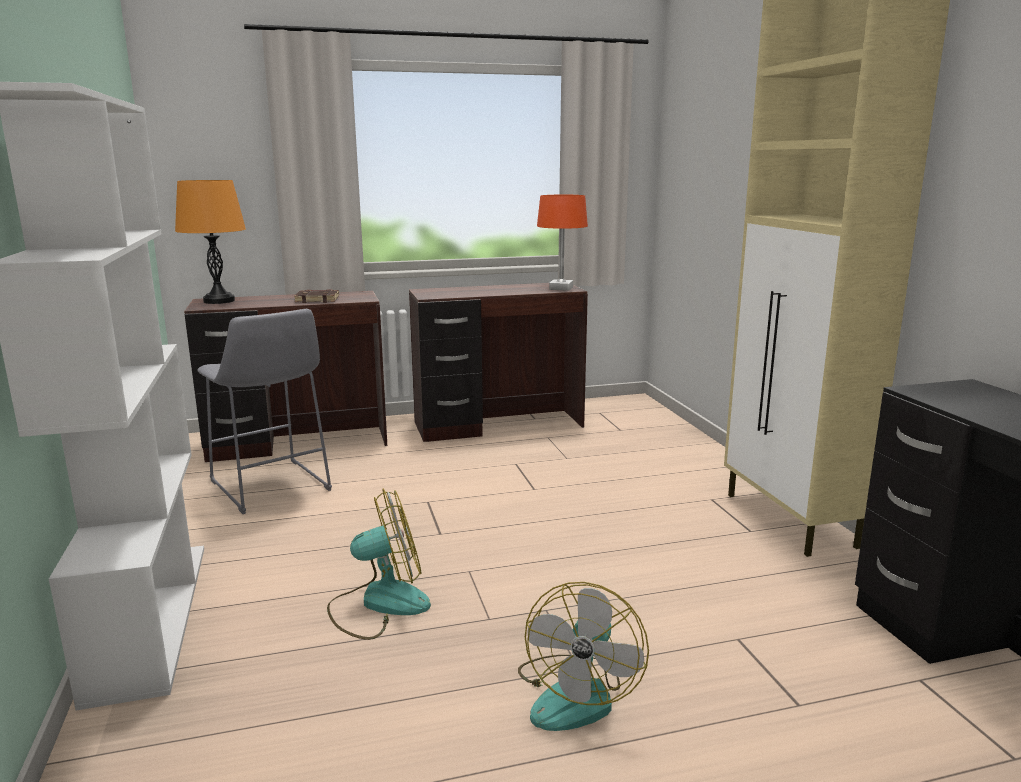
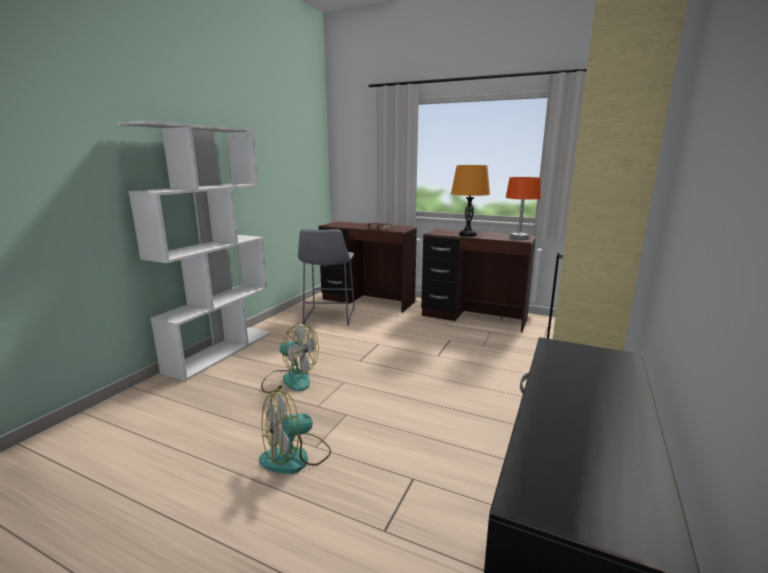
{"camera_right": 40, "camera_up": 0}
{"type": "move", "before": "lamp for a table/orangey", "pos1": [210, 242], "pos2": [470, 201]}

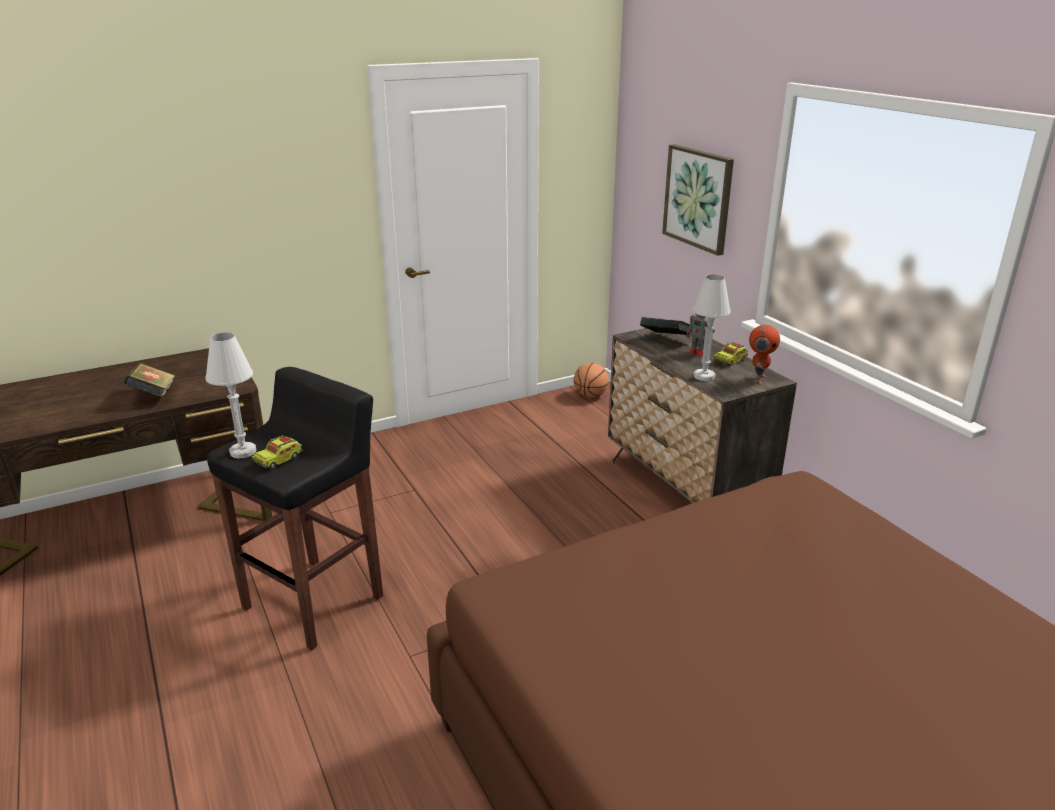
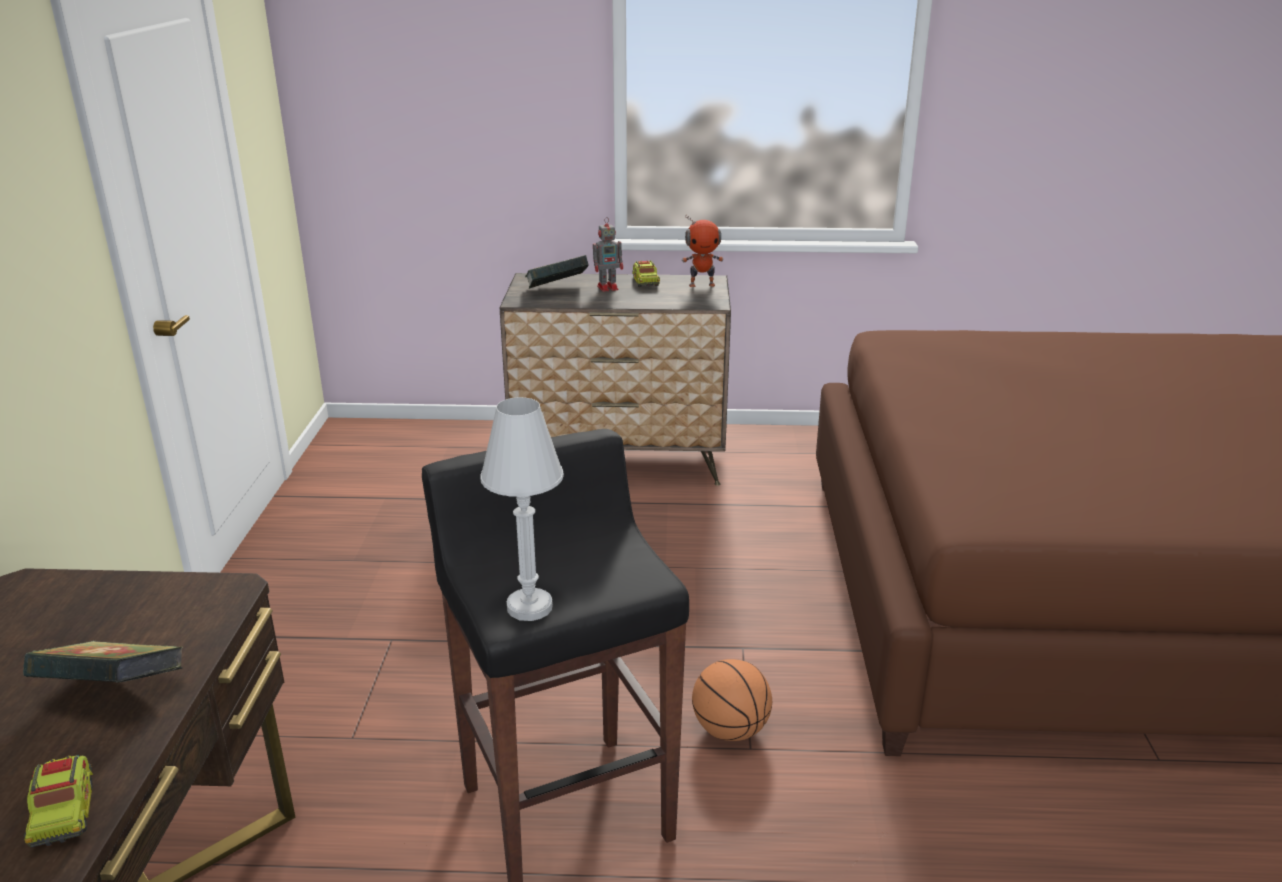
{"camera_right": -60, "camera_up": 0}
{"type": "move", "before": "toy lorry", "pos1": [277, 452], "pos2": [58, 801]}
{"type": "rotate", "before": "toy robot", "pos1": [764, 355], "pos2": [702, 250], "turn": 120}
{"type": "move", "before": "ball for basketball", "pos1": [591, 380], "pos2": [732, 700]}
{"type": "delete", "before": "picture", "pos1": [698, 200]}
{"type": "delete", "before": "lamp for a table/whitish", "pos1": [711, 327]}

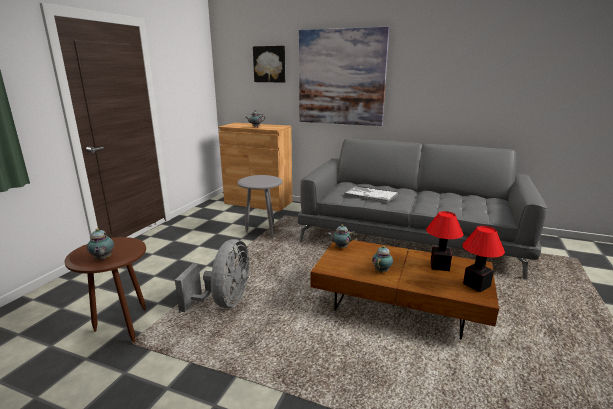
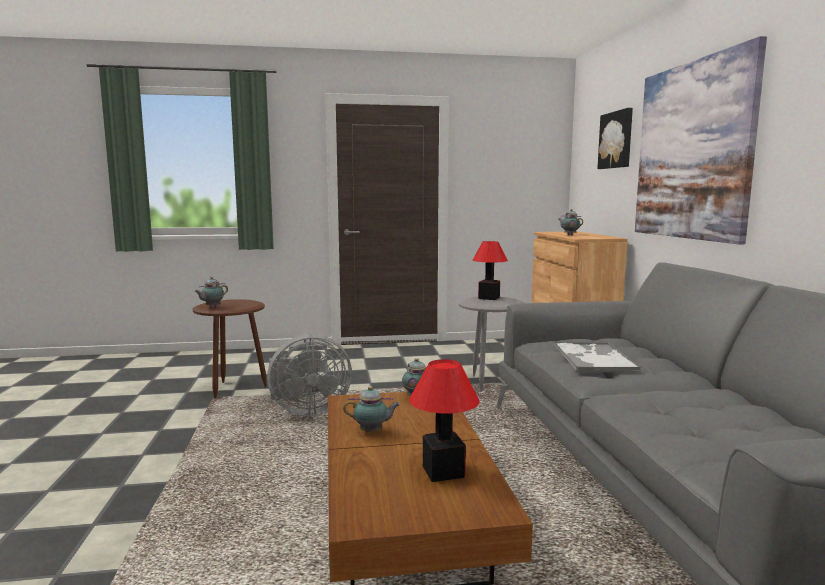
{"camera_right": 60, "camera_up": -10}
{"type": "move", "before": "lamp for a table", "pos1": [483, 259], "pos2": [490, 270]}

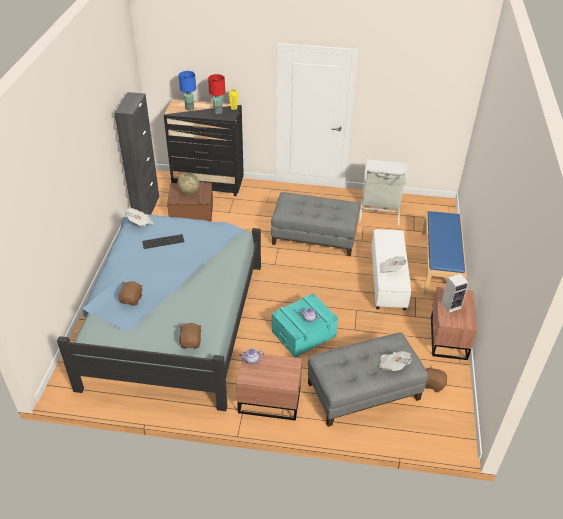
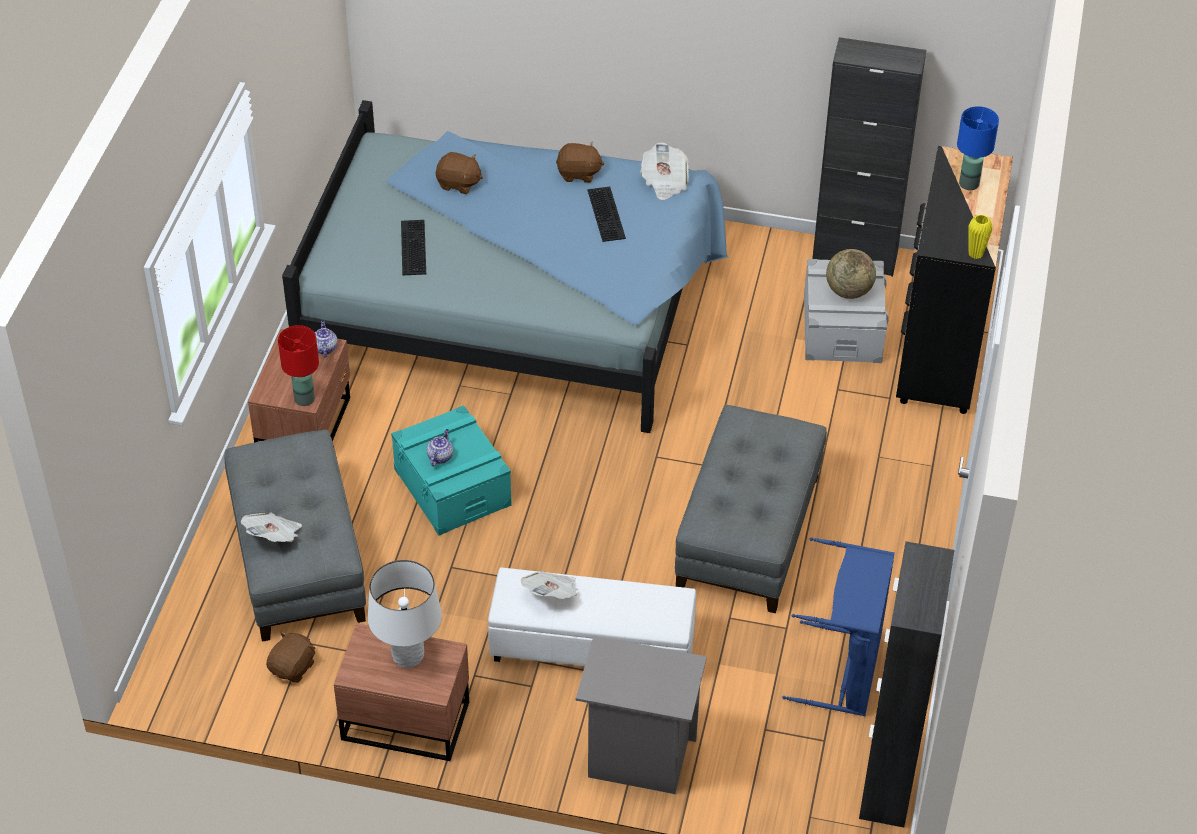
{"camera_right": 95, "camera_up": 5}
{"type": "move", "before": "lamp for a table/red-coloured", "pos1": [216, 94], "pos2": [298, 365]}
{"type": "replace", "before": "speaker", "after": "lamp for a table/whitish", "pos1": [455, 293], "pos2": [405, 614]}
{"type": "insert", "after": "computer keyboard", "pos2": [413, 248]}
{"type": "move", "before": "plush toy/brown-coloured", "pos1": [190, 335], "pos2": [580, 162]}
{"type": "replace", "before": "indoor bench/blue", "after": "bedside table/gray", "pos1": [444, 252], "pos2": [641, 714]}
{"type": "recolor", "before": "hamper/gray", "after": "hamper/blue", "pos1": [383, 192], "pos2": [838, 626]}
{"type": "recolor", "before": "storage bin/brown-coloured", "after": "storage bin/gray", "pos1": [190, 201], "pos2": [846, 311]}
{"type": "insert", "after": "cabinet/black", "pos2": [907, 684]}

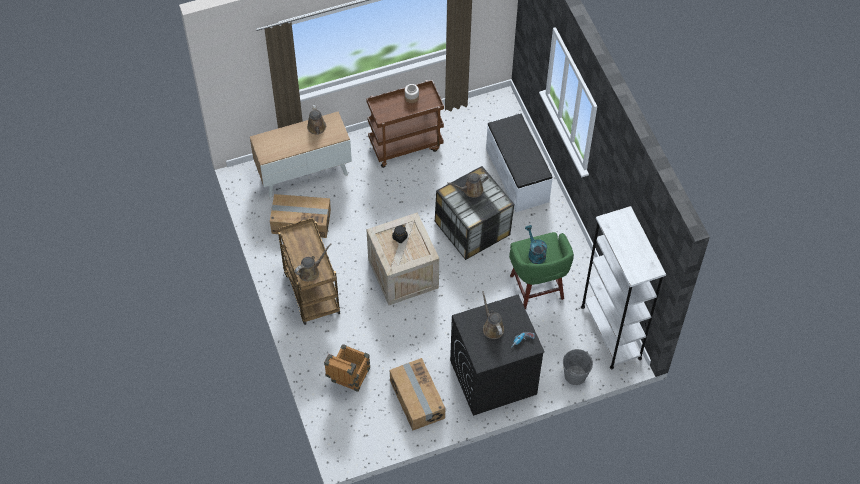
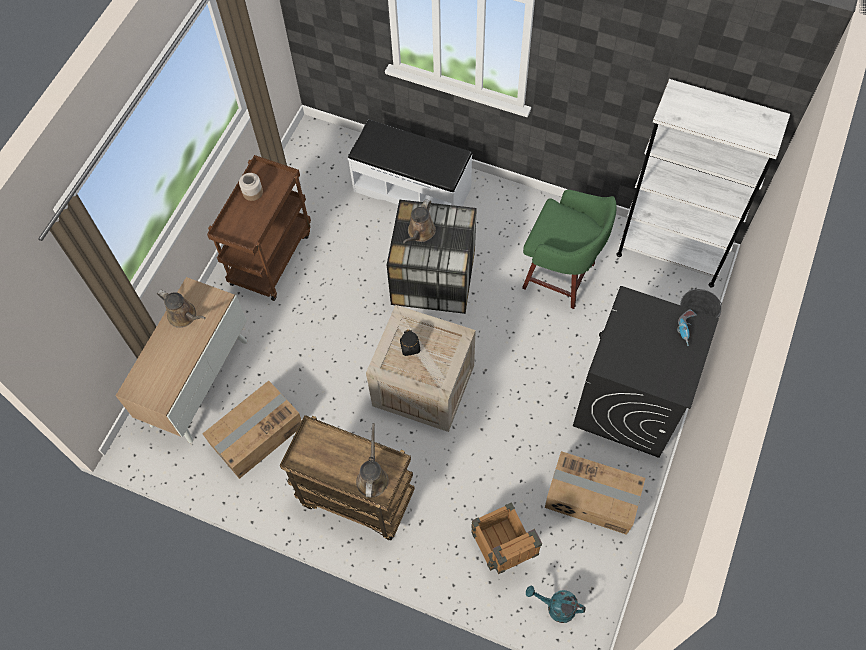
{"camera_right": -45, "camera_up": 5}
{"type": "move", "before": "watering can/blue-green", "pos1": [536, 244], "pos2": [556, 604]}
{"type": "delete", "before": "watering can/brown-coloured", "pos1": [493, 315]}

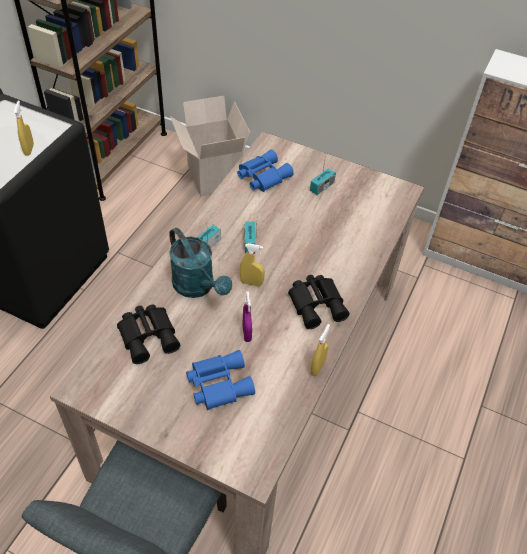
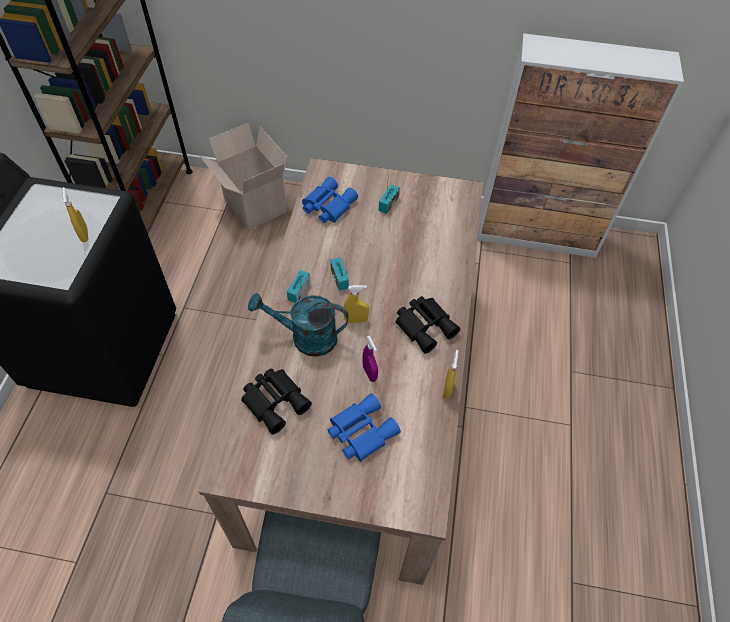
{"camera_right": -15, "camera_up": 5}
{"type": "rotate", "before": "watering can/blue-green", "pos1": [200, 263], "pos2": [298, 325], "turn": 150}

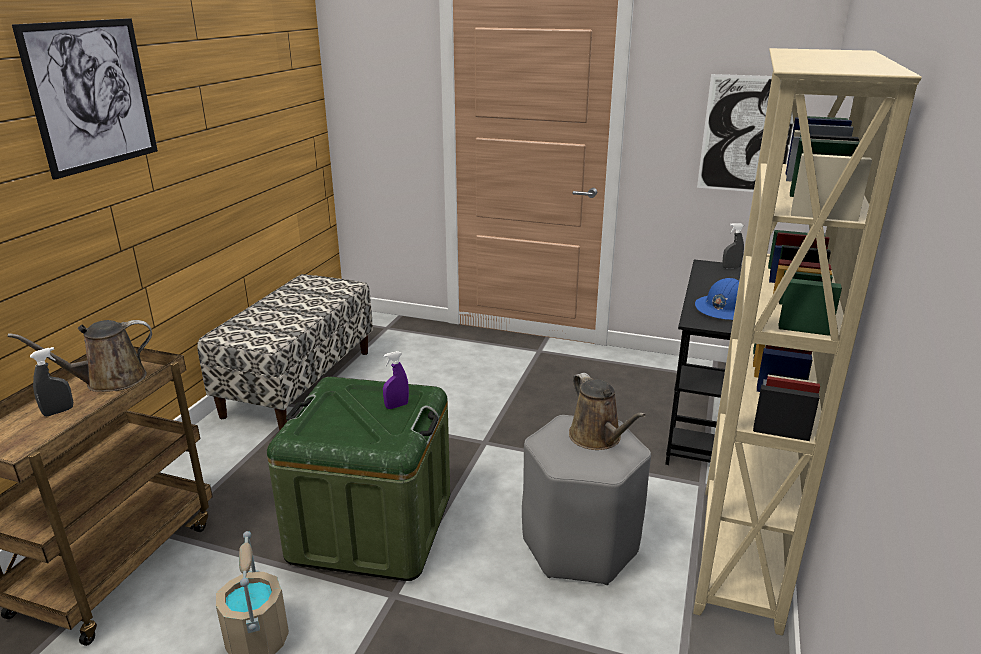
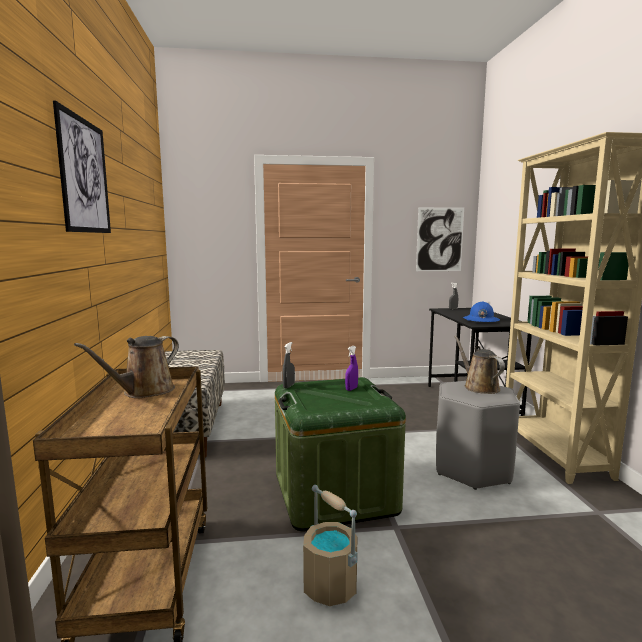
{"camera_right": -25, "camera_up": -15}
{"type": "move", "before": "spray bottle/gray", "pos1": [51, 381], "pos2": [288, 365]}
{"type": "rotate", "before": "watering can/brown-coloured", "pos1": [607, 411], "pos2": [479, 364], "turn": -150}

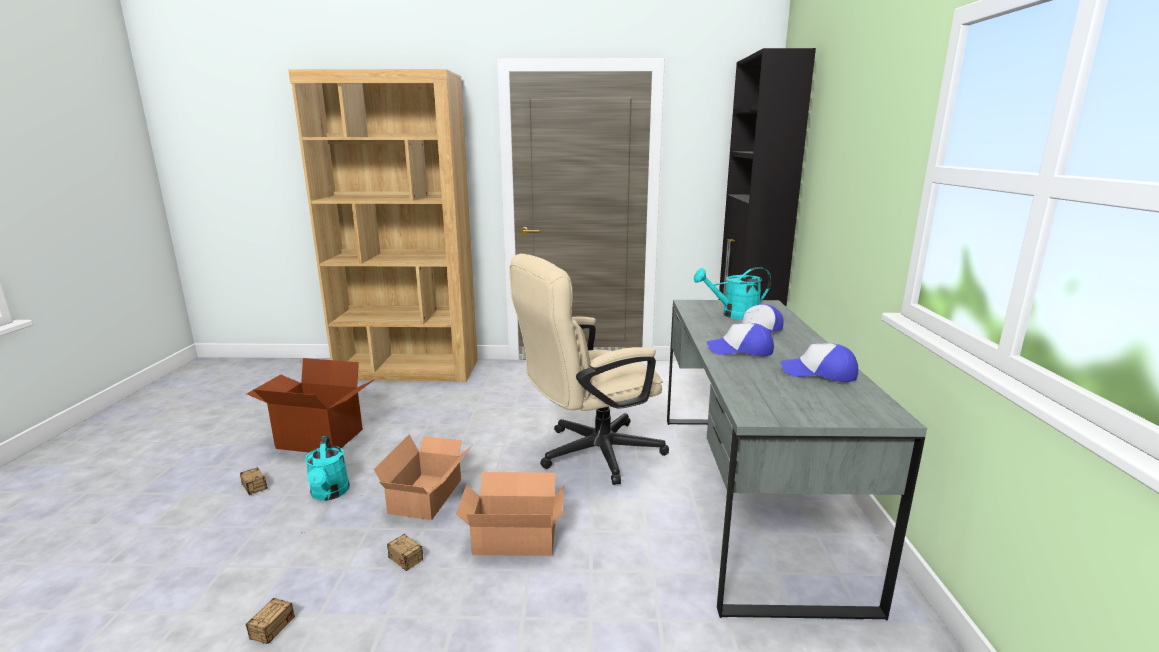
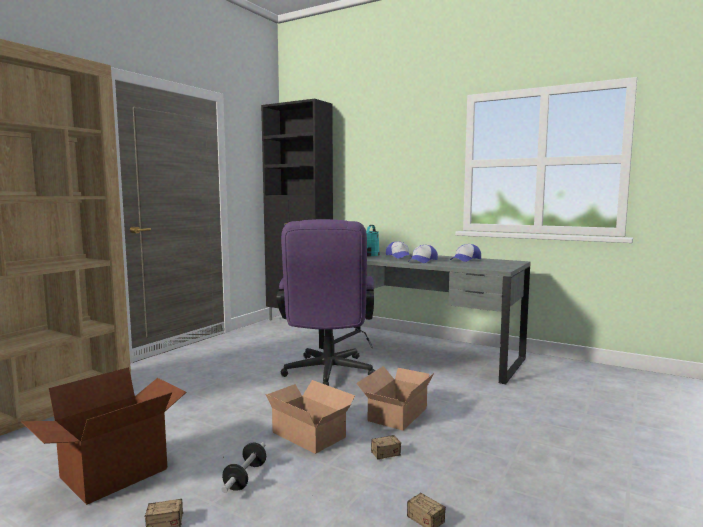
{"camera_right": -60, "camera_up": -10}
{"type": "replace", "before": "watering can/blue-green", "after": "dumbbell", "pos1": [327, 468], "pos2": [243, 467]}
{"type": "recolor", "before": "computer chair/beige-coloured", "after": "computer chair/purple", "pos1": [589, 369], "pos2": [326, 302]}

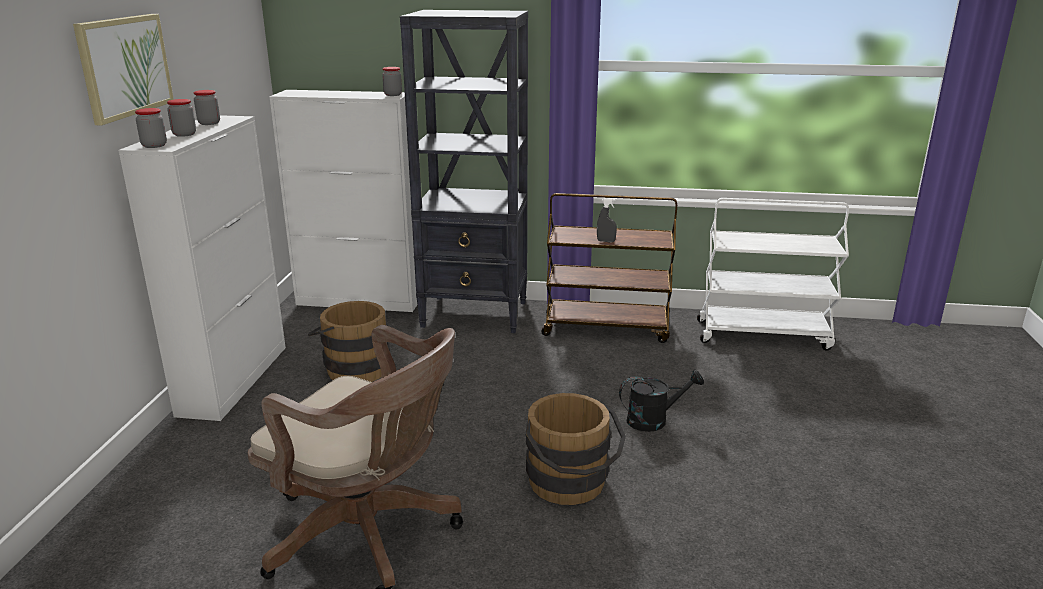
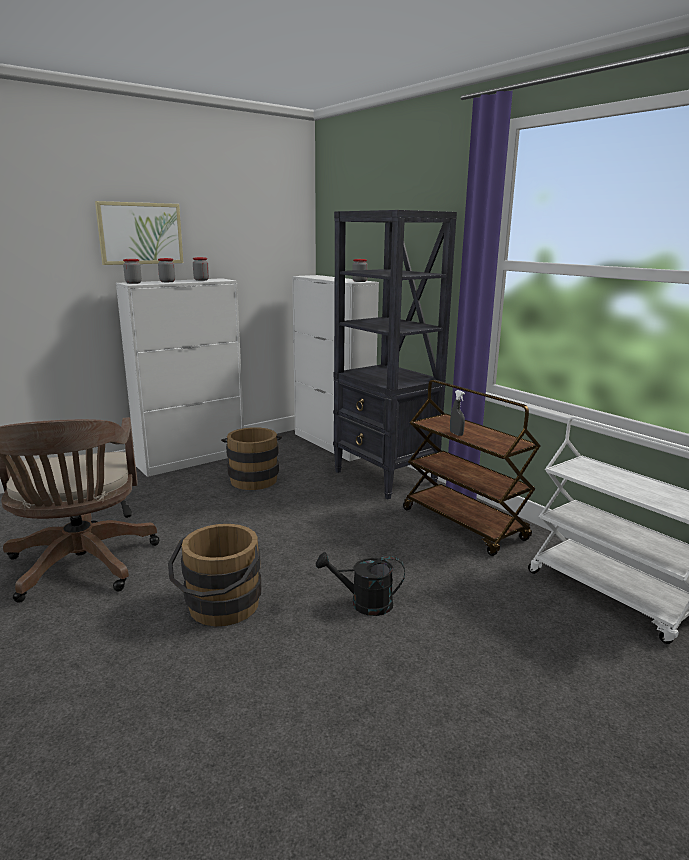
{"camera_right": 45, "camera_up": -5}
{"type": "rotate", "before": "watering can/black", "pos1": [661, 401], "pos2": [360, 584], "turn": 150}

